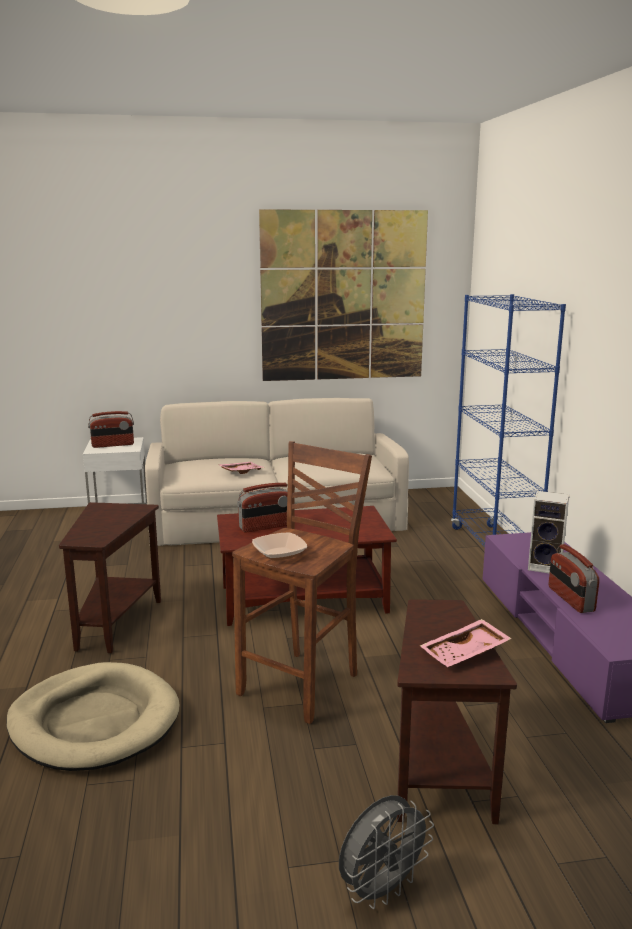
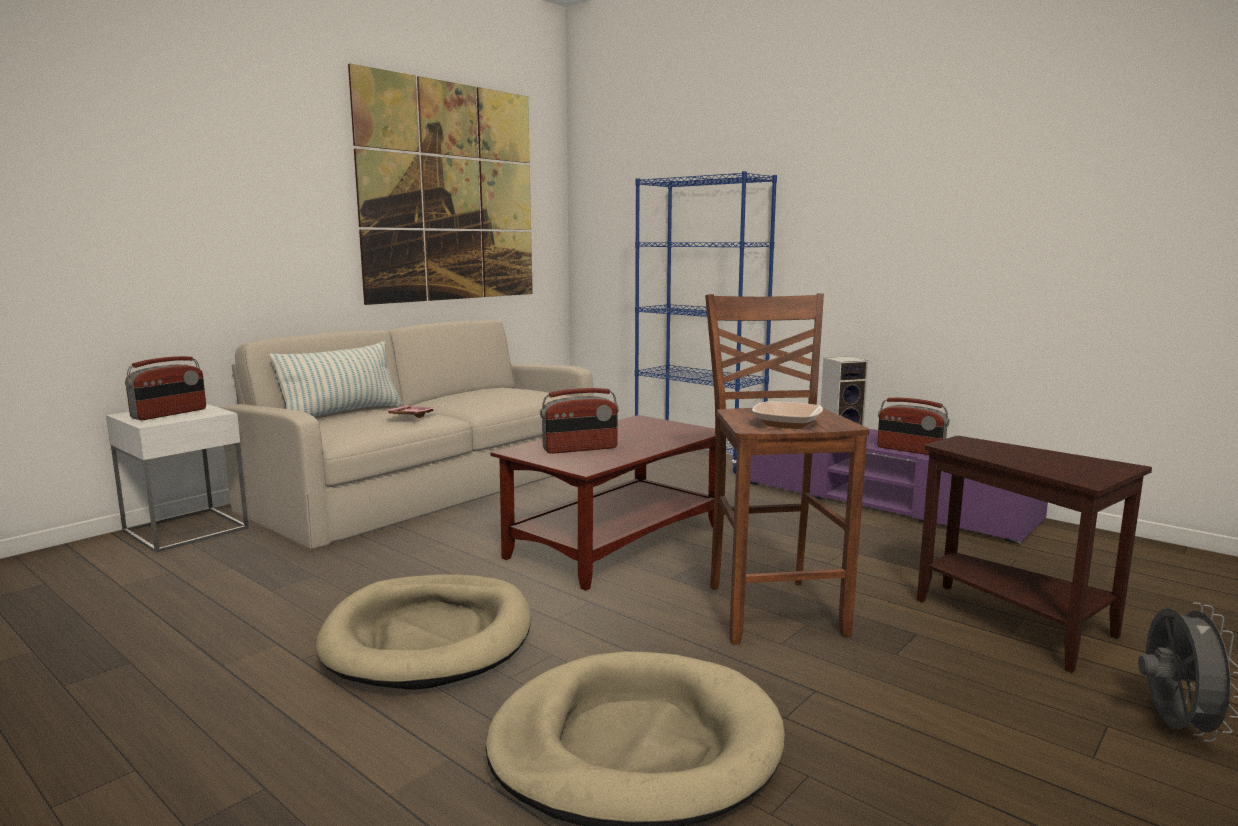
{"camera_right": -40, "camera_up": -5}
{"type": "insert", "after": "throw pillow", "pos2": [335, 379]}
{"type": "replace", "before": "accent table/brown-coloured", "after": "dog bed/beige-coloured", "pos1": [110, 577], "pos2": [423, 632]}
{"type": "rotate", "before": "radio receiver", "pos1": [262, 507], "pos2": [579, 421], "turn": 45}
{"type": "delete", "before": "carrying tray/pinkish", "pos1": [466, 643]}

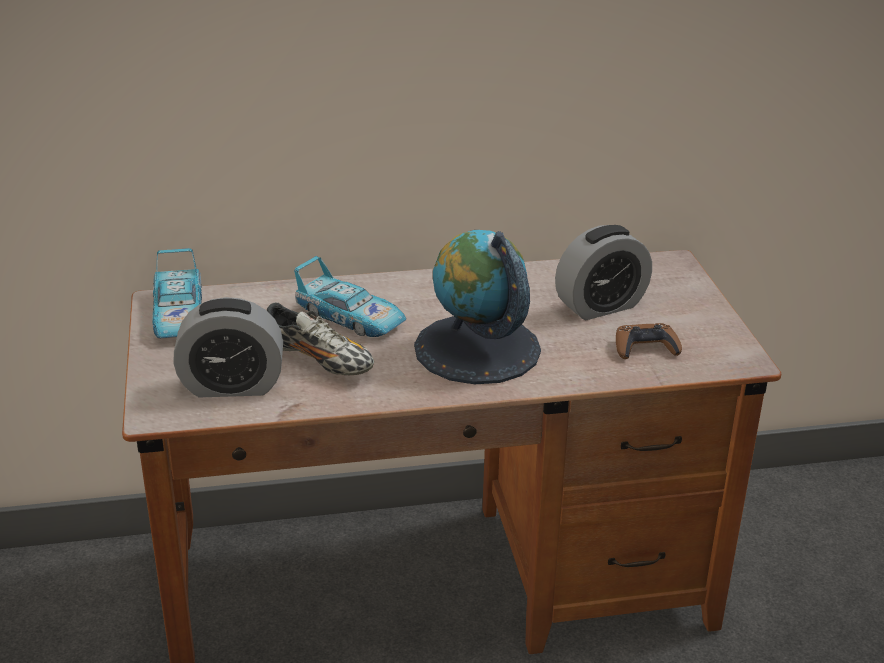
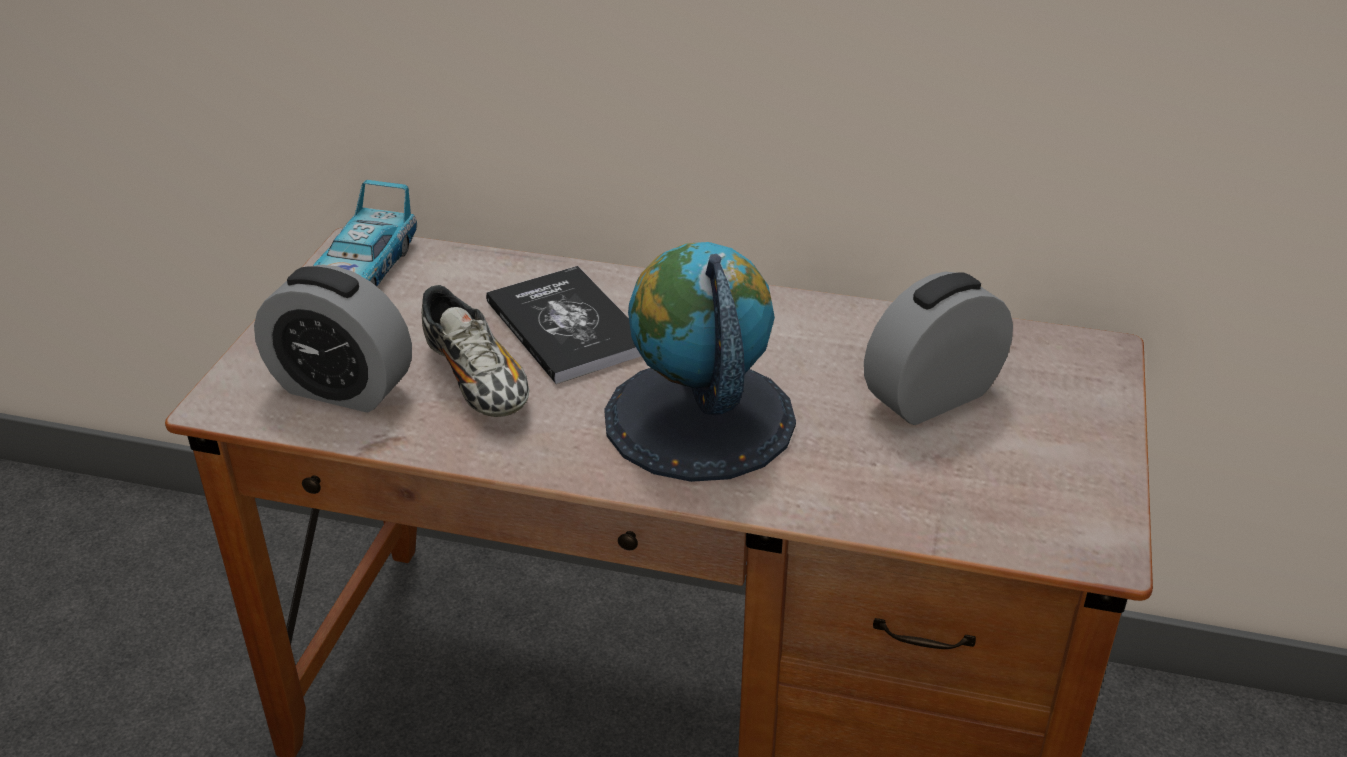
{"camera_right": 25, "camera_up": 5}
{"type": "replace", "before": "toy car", "after": "book", "pos1": [350, 296], "pos2": [563, 325]}
{"type": "rotate", "before": "alarm clock", "pos1": [603, 272], "pos2": [938, 348], "turn": 150}
{"type": "delete", "before": "game controller/brown-coloured", "pos1": [649, 341]}

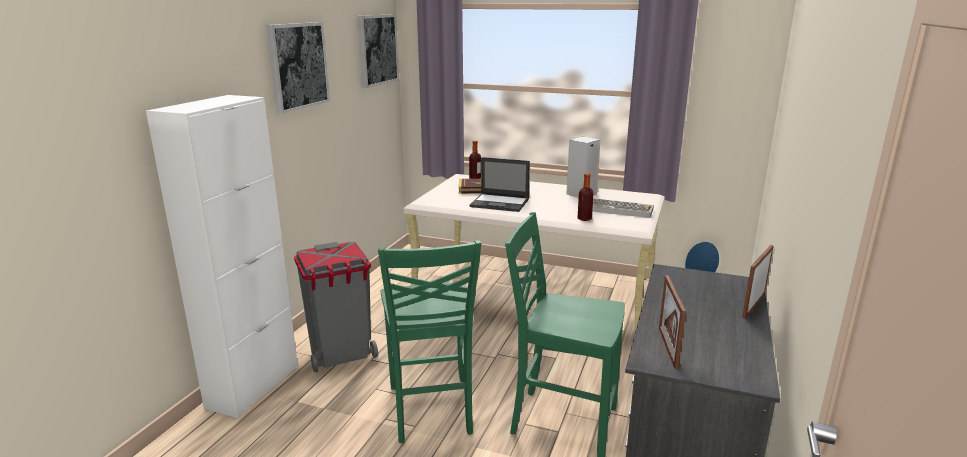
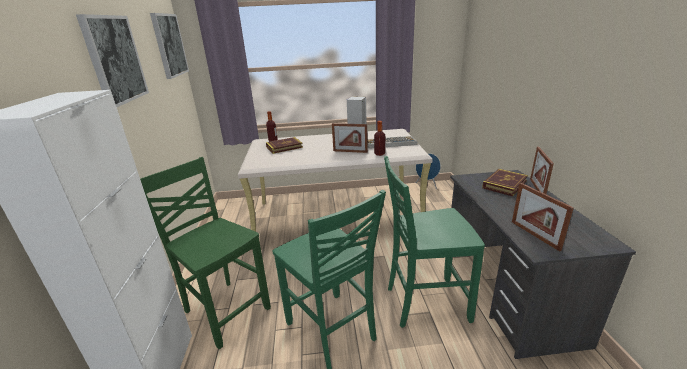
{"camera_right": -25, "camera_up": 5}
{"type": "replace", "before": "waste bin/gray", "after": "upright chair/green-coloured", "pos1": [336, 307], "pos2": [205, 253]}
{"type": "insert", "after": "photo frame", "pos2": [350, 138]}
{"type": "insert", "after": "book", "pos2": [505, 182]}
{"type": "delete", "before": "notebook computer", "pos1": [500, 184]}

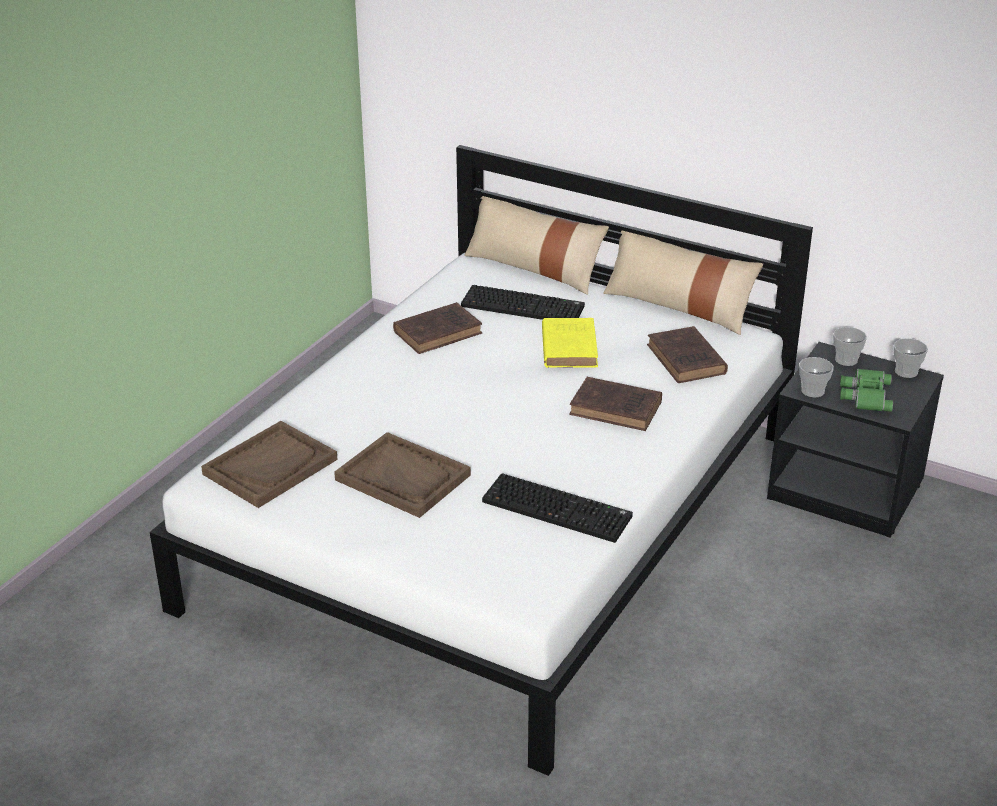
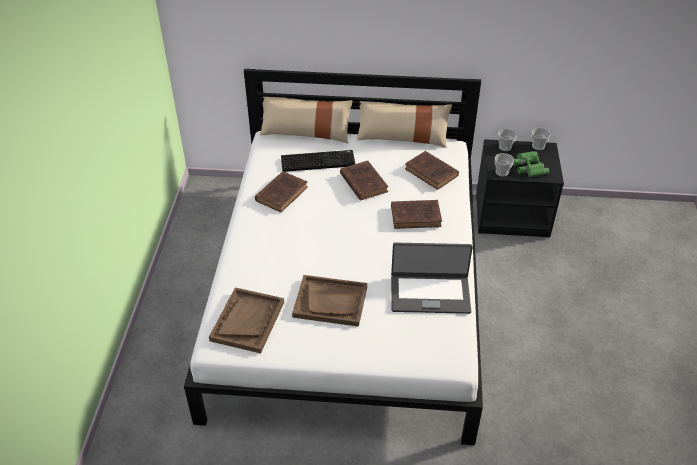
{"camera_right": -25, "camera_up": 10}
{"type": "recolor", "before": "book/yellowish", "after": "book/brown-coloured", "pos1": [570, 343], "pos2": [364, 181]}
{"type": "replace", "before": "computer keyboard", "after": "notebook computer", "pos1": [557, 508], "pos2": [432, 278]}

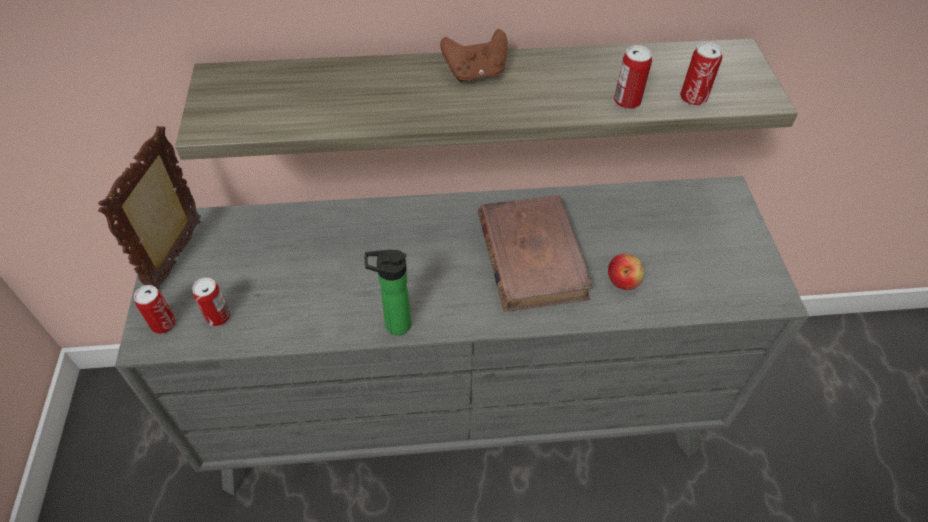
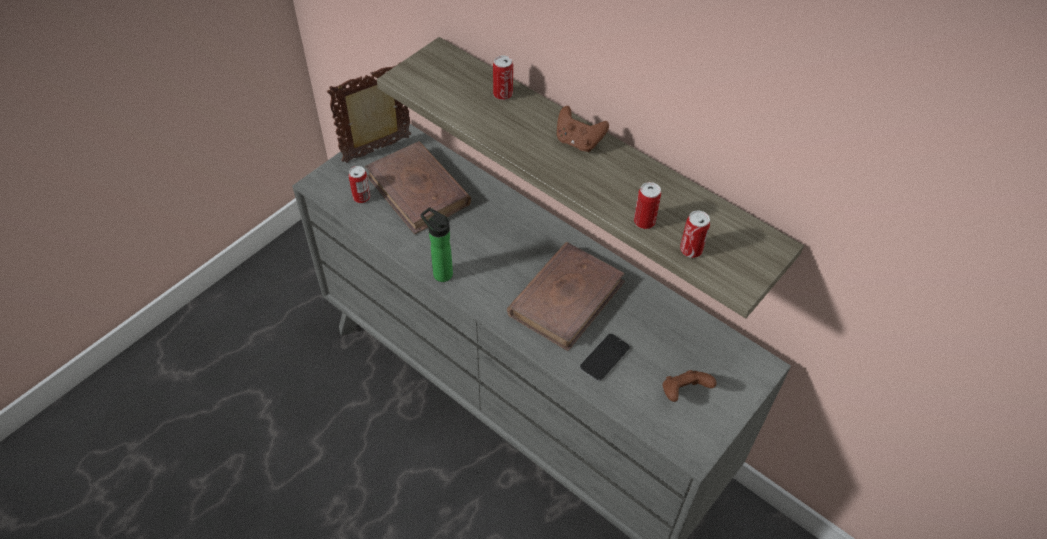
{"camera_right": 45, "camera_up": 0}
{"type": "insert", "after": "book/brown-coloured", "pos2": [418, 187]}
{"type": "move", "before": "can", "pos1": [155, 309], "pos2": [503, 77]}
{"type": "replace", "before": "apple", "after": "telephone", "pos1": [626, 272], "pos2": [605, 357]}
{"type": "insert", "after": "game controller/brown-coloured", "pos2": [690, 386]}

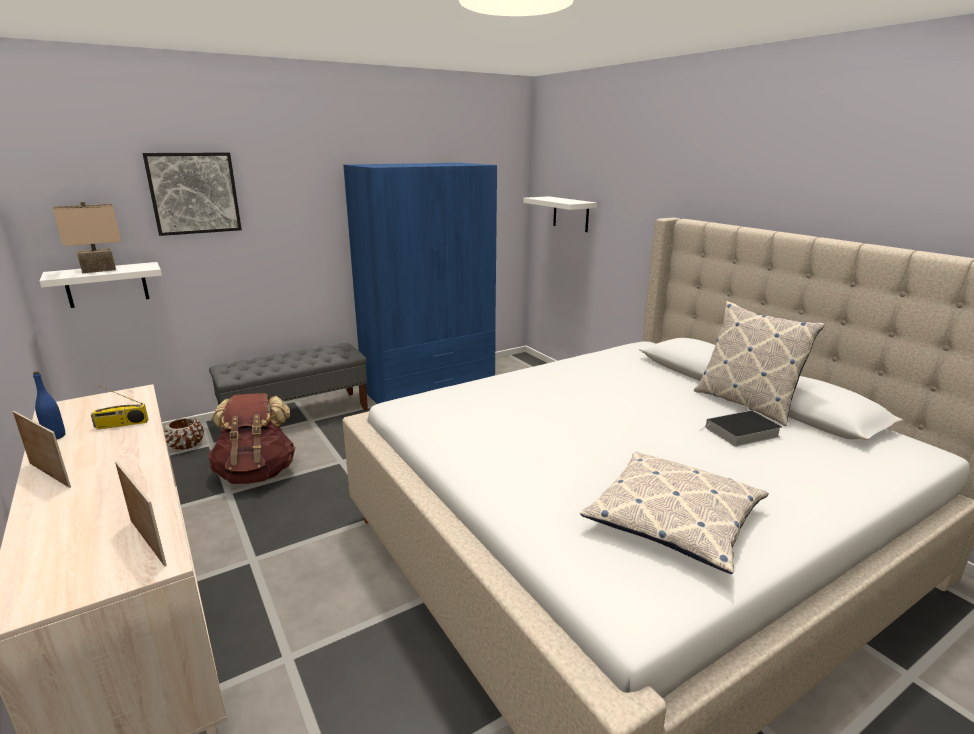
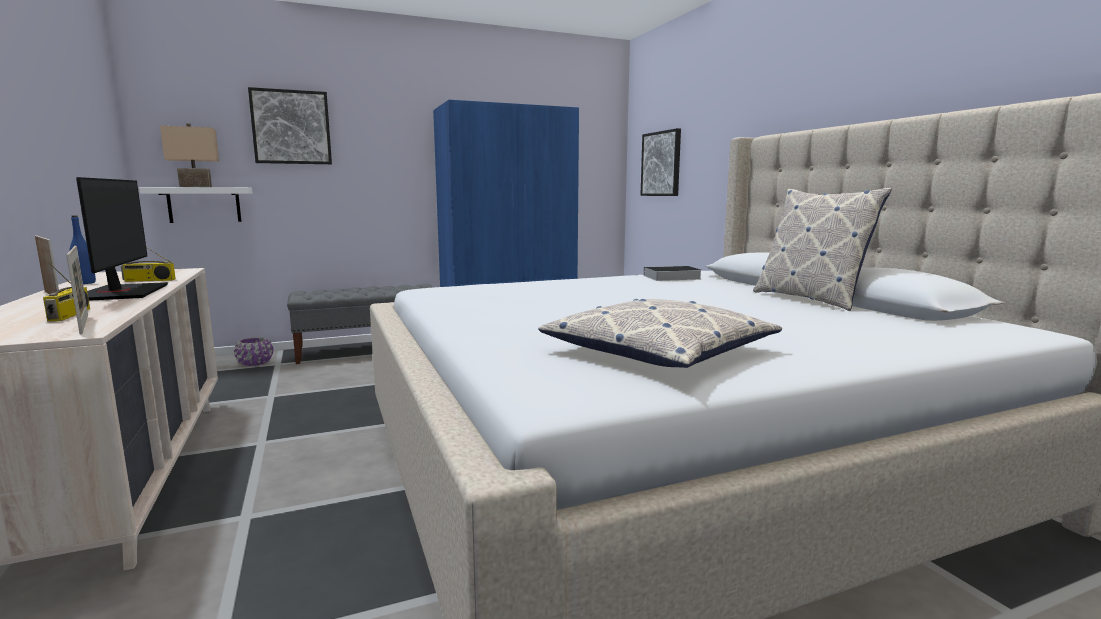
{"camera_right": 10, "camera_up": -10}
{"type": "insert", "after": "radio receiver", "pos2": [66, 289]}
{"type": "insert", "after": "computer screen", "pos2": [122, 239]}
{"type": "recolor", "before": "plant pot/brown-coloured", "after": "plant pot/purple", "pos1": [184, 434], "pos2": [254, 351]}
{"type": "move", "before": "book", "pos1": [740, 428], "pos2": [669, 273]}
{"type": "replace", "before": "bracket shelf/whitish", "after": "picture", "pos1": [560, 214], "pos2": [660, 162]}
{"type": "delete", "before": "knapsack/brown-coloured", "pos1": [252, 438]}

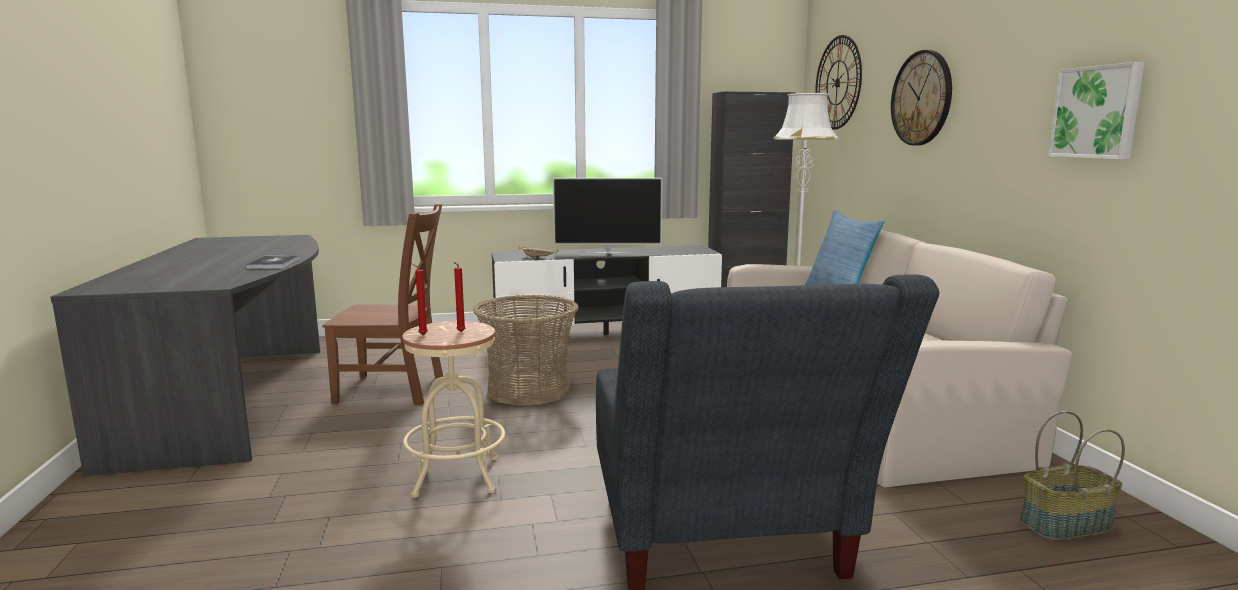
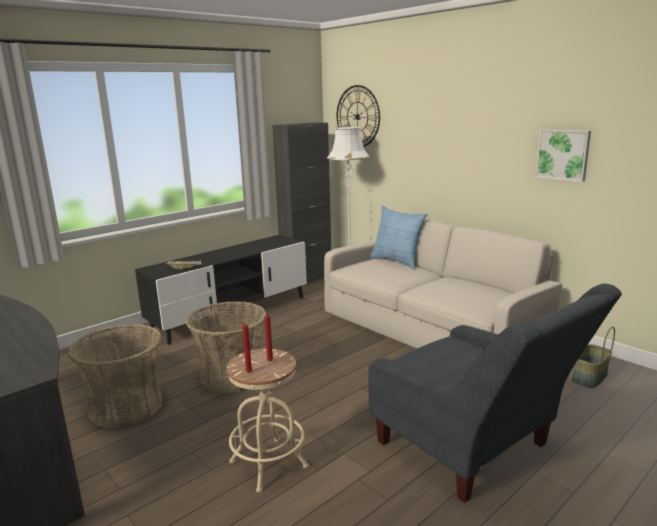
{"camera_right": -30, "camera_up": 5}
{"type": "replace", "before": "upright chair/brown-coloured", "after": "storage basket", "pos1": [382, 304], "pos2": [115, 376]}
{"type": "delete", "before": "book", "pos1": [272, 262]}
{"type": "delete", "before": "TV", "pos1": [608, 216]}
{"type": "delete", "before": "hanging clock", "pos1": [921, 98]}

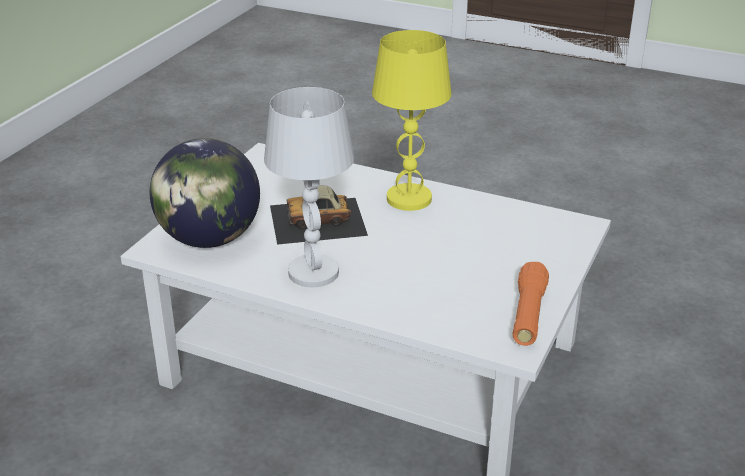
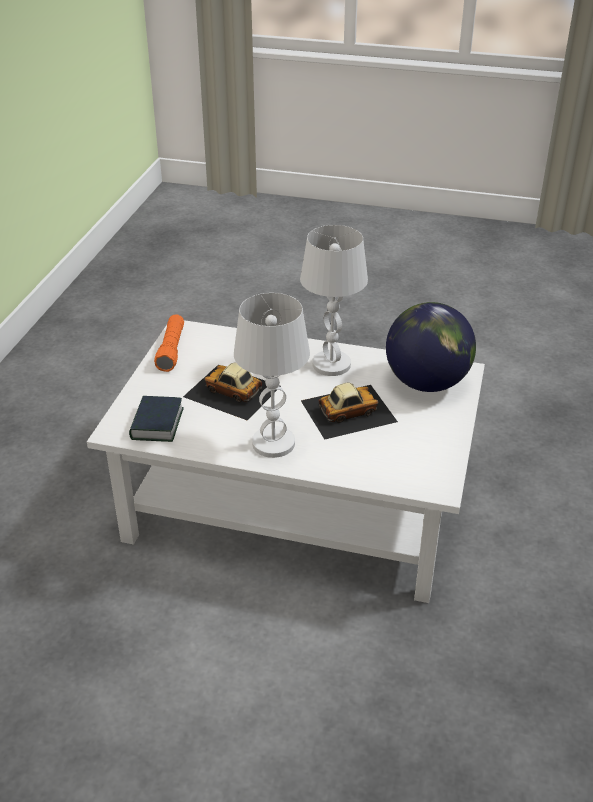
{"camera_right": 170, "camera_up": 5}
{"type": "insert", "after": "book", "pos2": [156, 419]}
{"type": "insert", "after": "toy car", "pos2": [232, 392]}
{"type": "recolor", "before": "lamp for a table/yellowish", "after": "lamp for a table/whitish", "pos1": [411, 120], "pos2": [272, 375]}

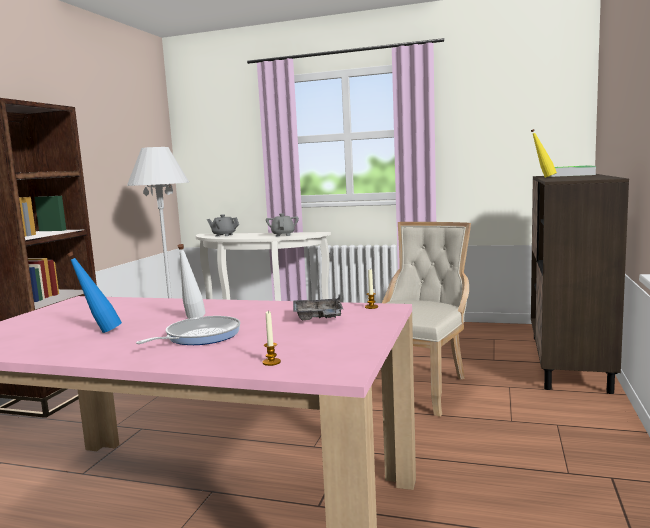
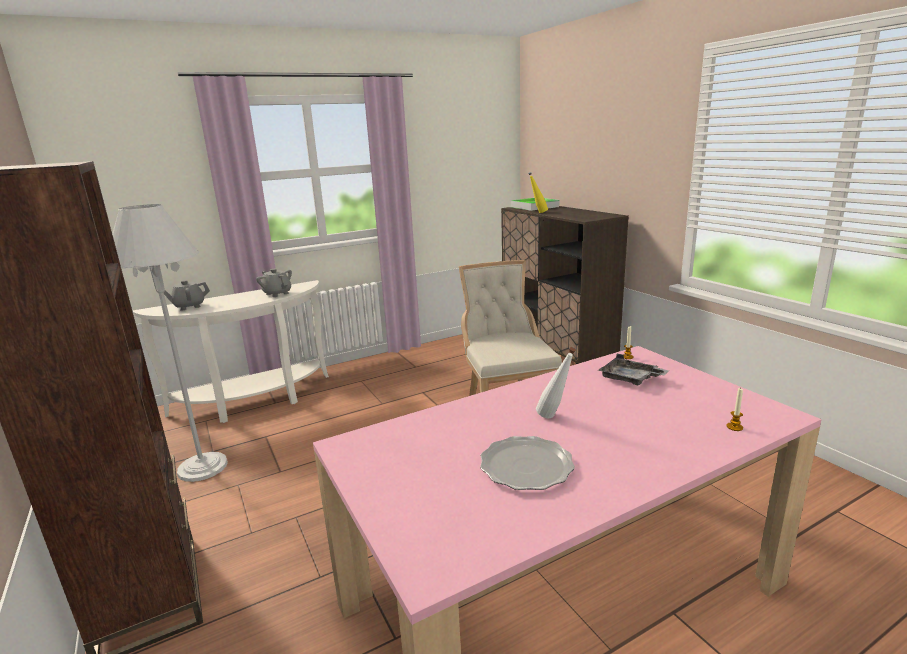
{"camera_right": -45, "camera_up": 10}
{"type": "replace", "before": "bottle/blue", "after": "flat dish", "pos1": [94, 292], "pos2": [527, 463]}
{"type": "delete", "before": "pan", "pos1": [188, 330]}

